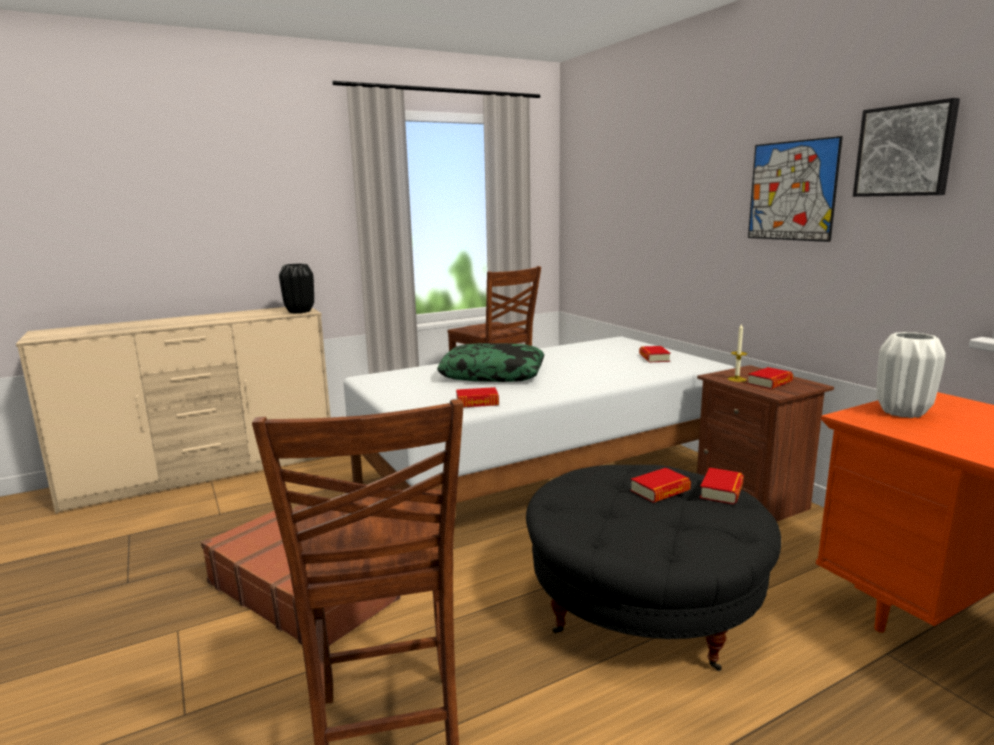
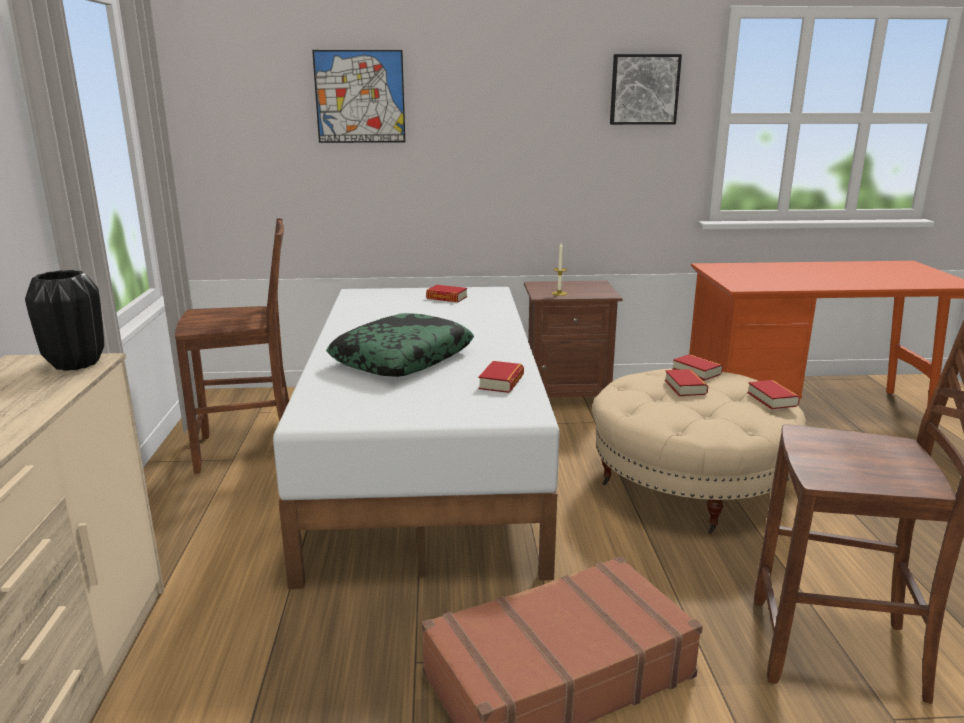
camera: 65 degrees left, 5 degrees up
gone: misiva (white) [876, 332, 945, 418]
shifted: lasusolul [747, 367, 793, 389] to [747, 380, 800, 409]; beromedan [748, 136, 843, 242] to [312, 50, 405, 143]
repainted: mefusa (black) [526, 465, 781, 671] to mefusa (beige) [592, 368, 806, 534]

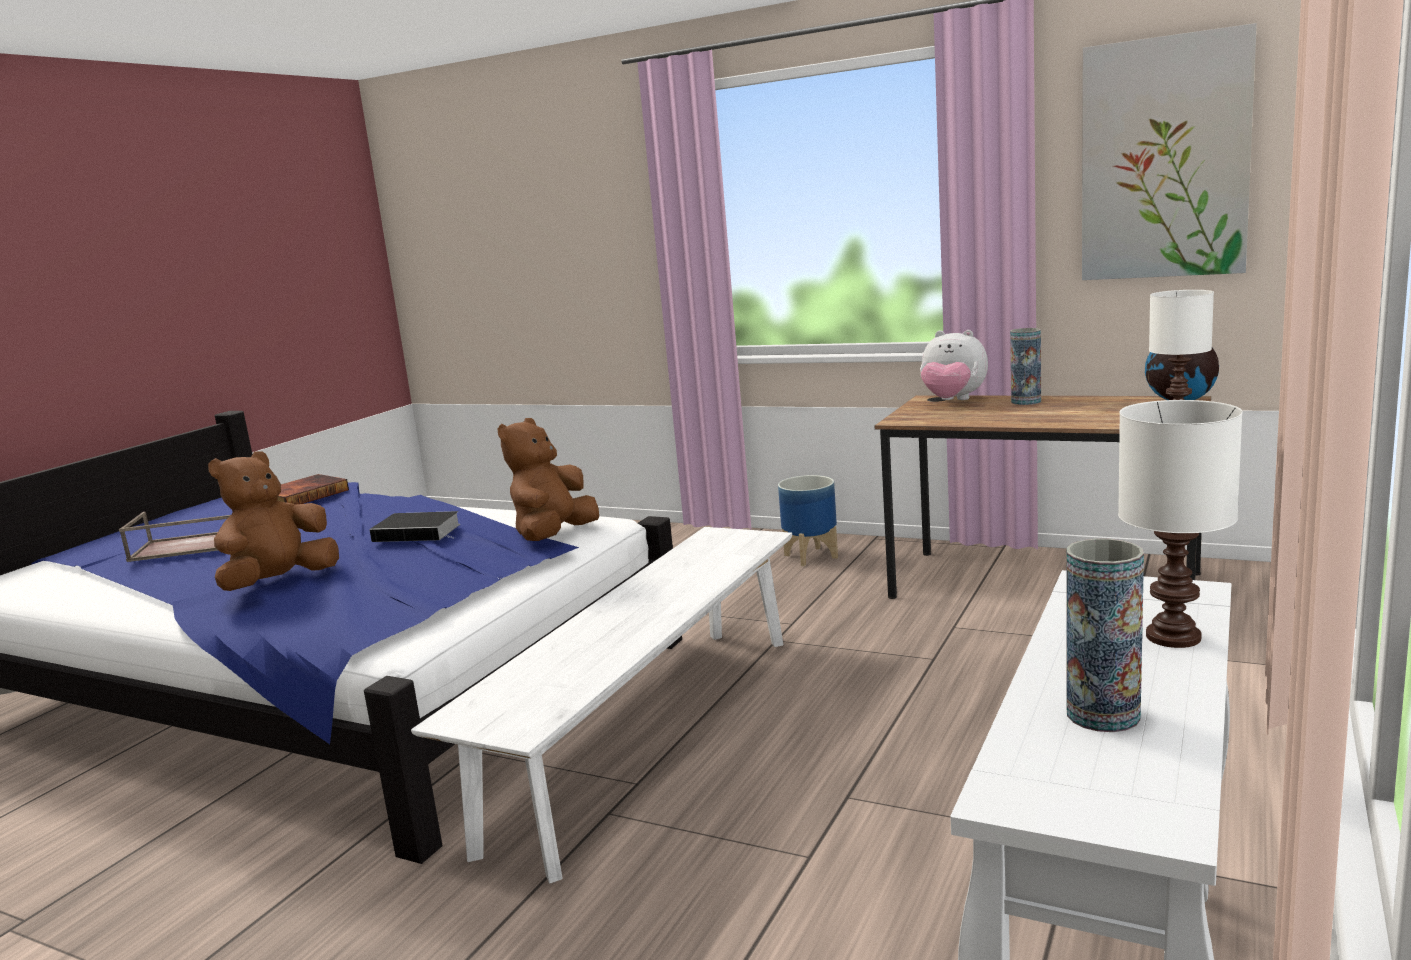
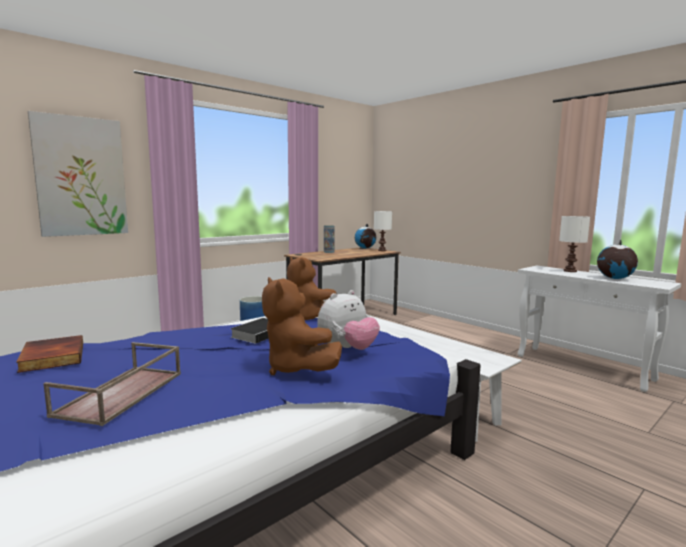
camera: 70 degrees left, 5 degrees down
shifted: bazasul [920, 330, 988, 400] to [317, 290, 380, 350]; beromedan [1082, 23, 1257, 280] to [28, 111, 128, 237]
swapped: misiva [1067, 539, 1144, 732] to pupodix [597, 240, 638, 279]

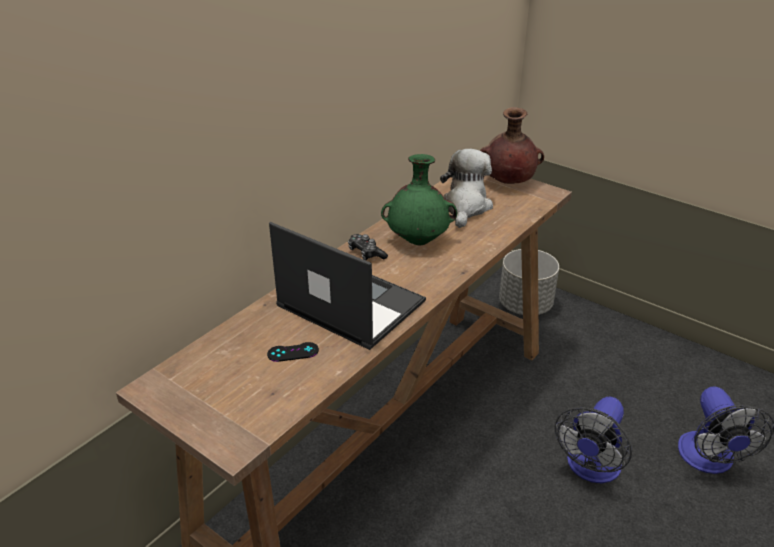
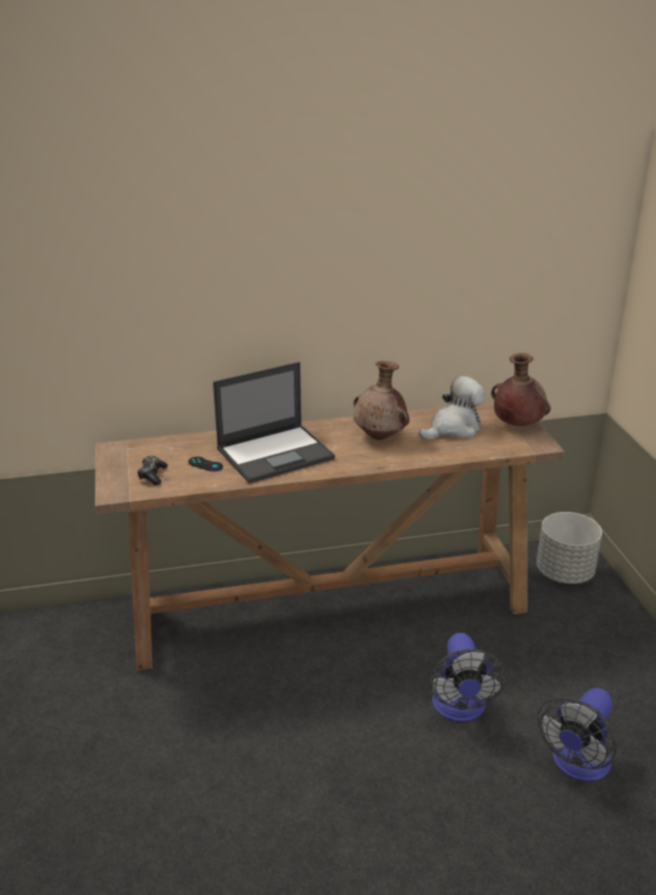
camera: 40 degrees right, 5 degrees down
shifted: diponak [348, 234, 388, 260] to [137, 456, 168, 485]
repainted: misiva (green) [381, 154, 457, 246] to misiva (brown) [353, 361, 409, 440]
rotated: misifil [269, 222, 426, 350] = [213, 362, 335, 484] 75 degrees clockwise; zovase [555, 397, 632, 483] = [429, 633, 507, 722] 75 degrees counterclockwise

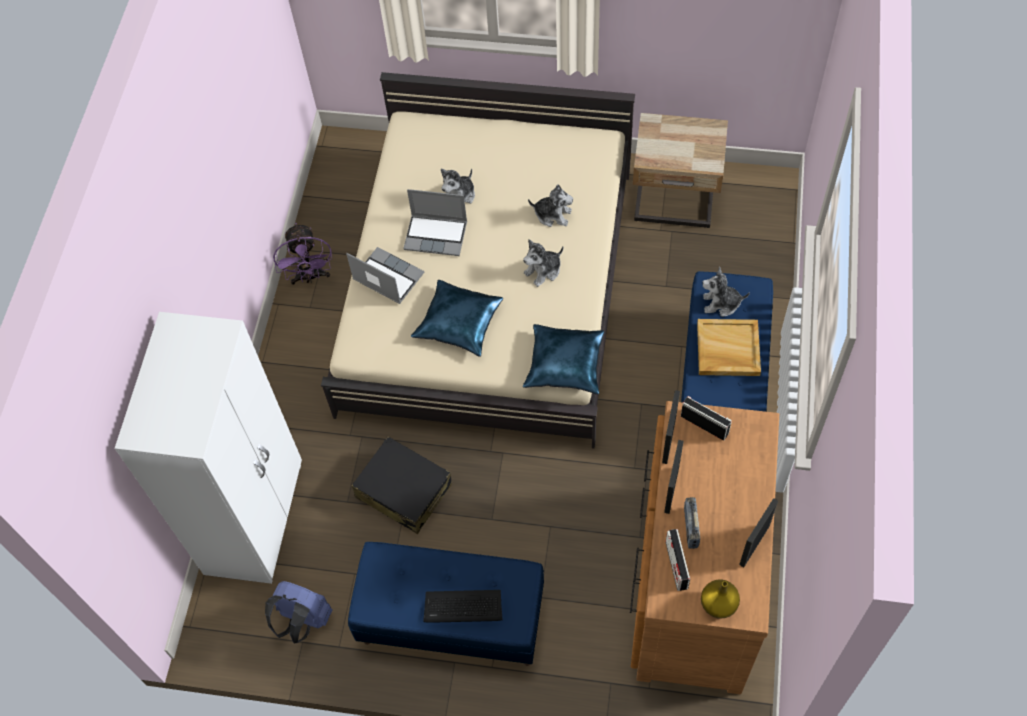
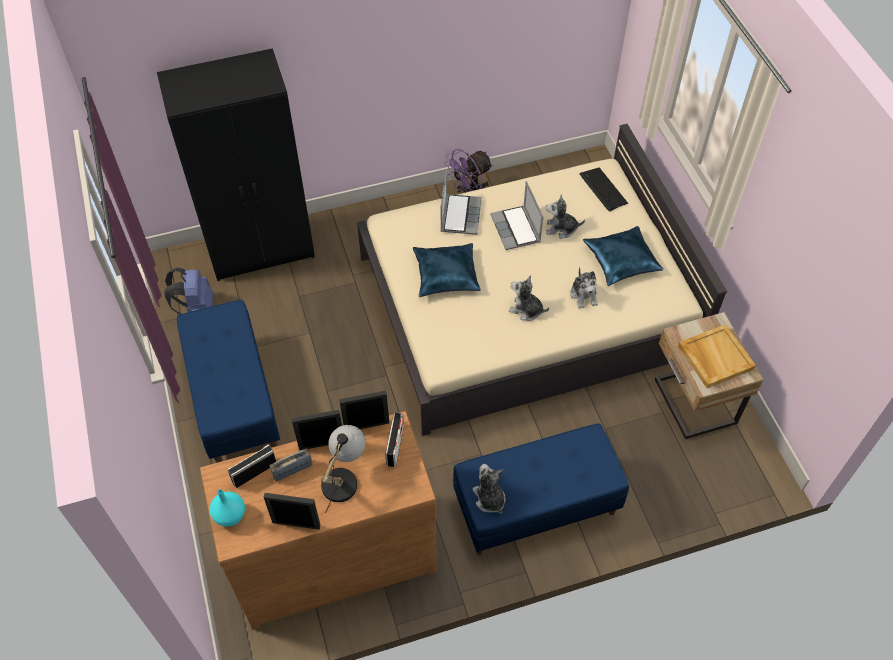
camera: 60 degrees right, 5 degrees down
gone: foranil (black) [352, 437, 452, 534]
new: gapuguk [321, 425, 366, 513]
shifted: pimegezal [423, 590, 503, 623] to [580, 168, 628, 212]; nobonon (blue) [523, 324, 604, 394] to [583, 226, 663, 286]; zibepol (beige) [697, 319, 761, 376] to [678, 324, 756, 388]; bazasul [702, 267, 750, 317] to [473, 464, 506, 514]
repainted: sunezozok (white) [115, 312, 302, 584] to sunezozok (black) [157, 48, 315, 281]; misiva (yellow) [701, 579, 740, 619] to misiva (turquoise) [210, 489, 245, 527]

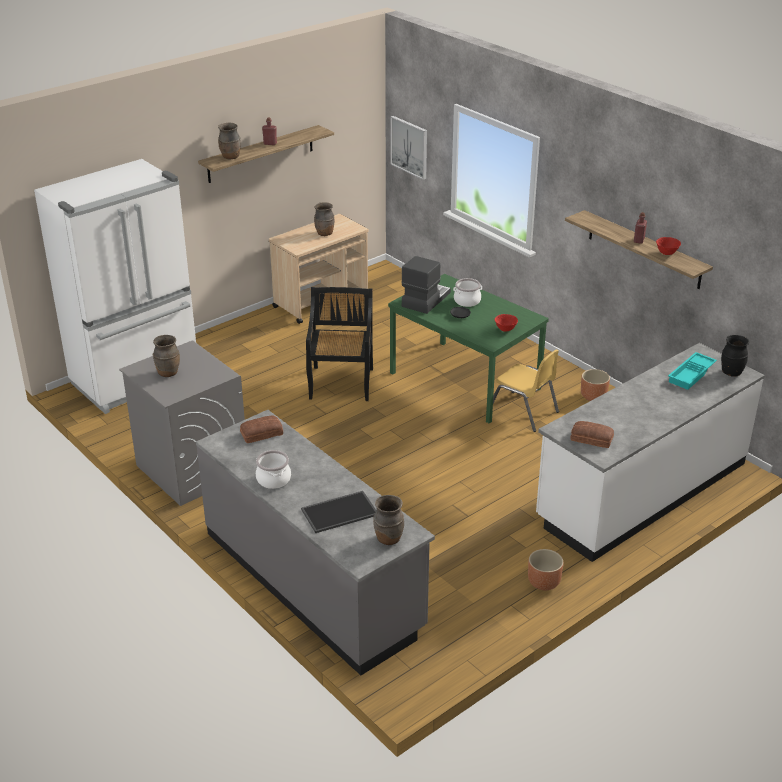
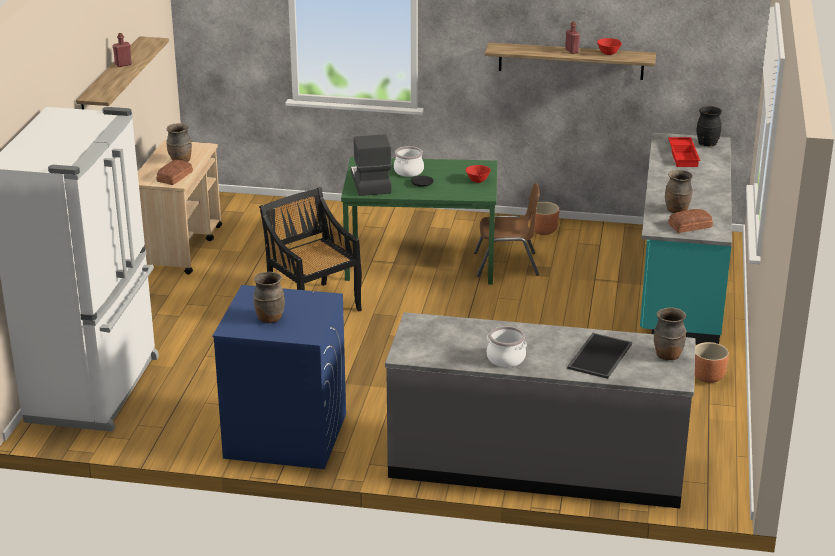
camera: 40 degrees left, 5 degrees down
gone: beromedan [390, 116, 427, 180]
shifted: misiva (brown) [218, 122, 241, 159] to [665, 170, 693, 213]; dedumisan [240, 416, 283, 443] to [157, 160, 193, 185]
repainted: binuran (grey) [119, 340, 245, 506] to binuran (blue) [212, 285, 346, 469]; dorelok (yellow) [493, 349, 559, 432] to dorelok (brown) [474, 183, 540, 277]; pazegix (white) [536, 343, 765, 562] to pazegix (turquoise) [640, 132, 732, 345]; zibepol (turquoise) [668, 352, 717, 390] to zibepol (red) [668, 137, 700, 167]

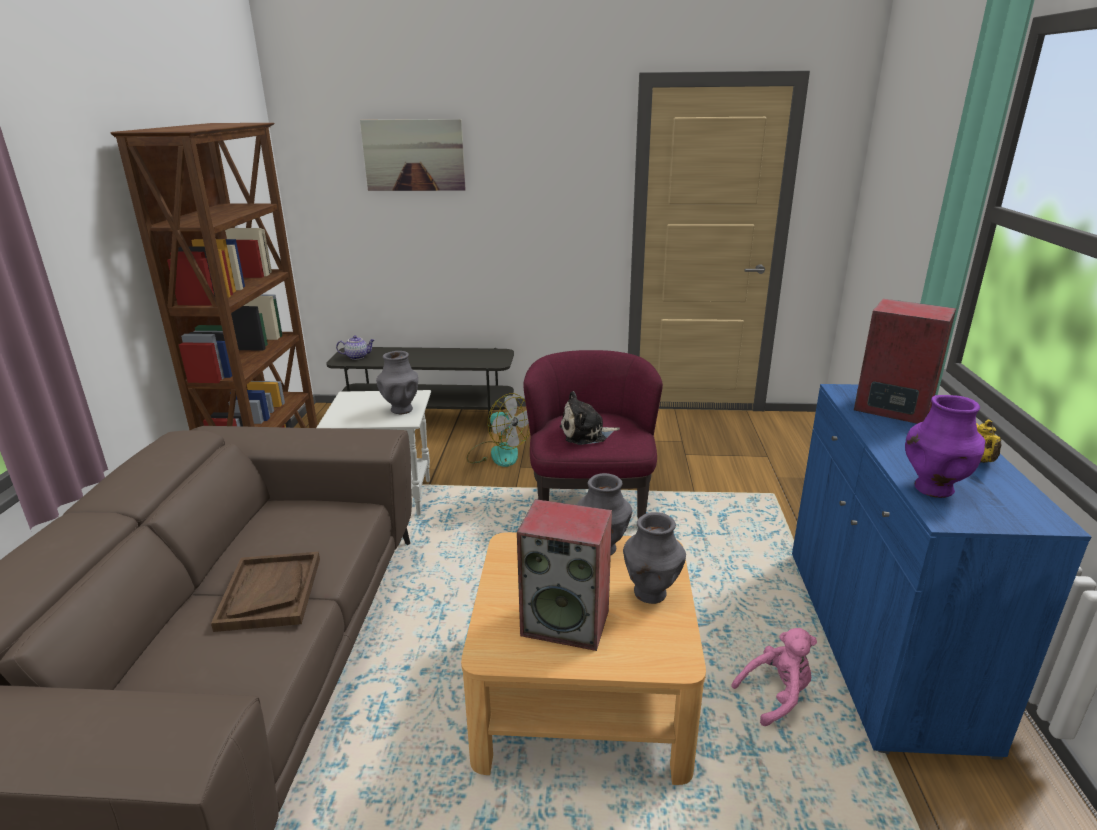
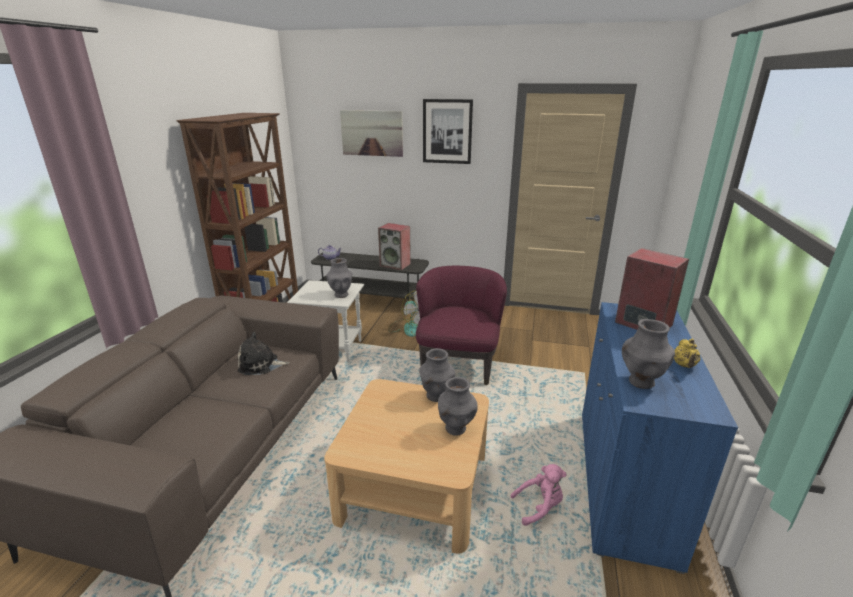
camera: 10 degrees right, 0 degrees up
gone: zibepol (brown) [211, 552, 320, 632]
new: beromedan [423, 99, 473, 164]
shifted: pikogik [517, 499, 612, 651] to [378, 223, 411, 270]; bazasul [560, 391, 620, 445] to [238, 331, 290, 375]
repainted: misiva (purple) [905, 395, 985, 498] to misiva (grey) [622, 319, 675, 389]

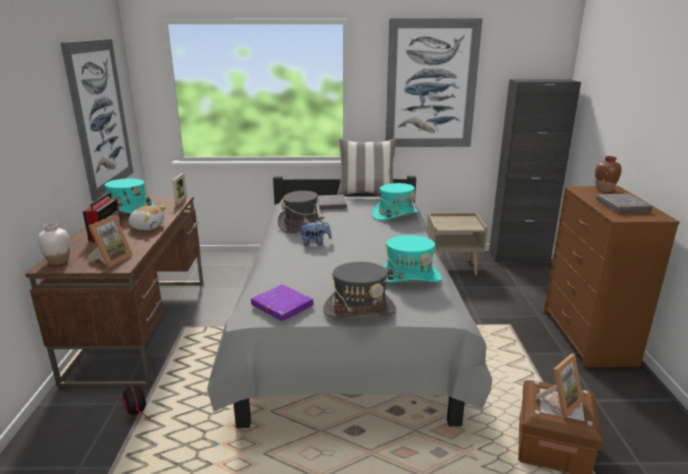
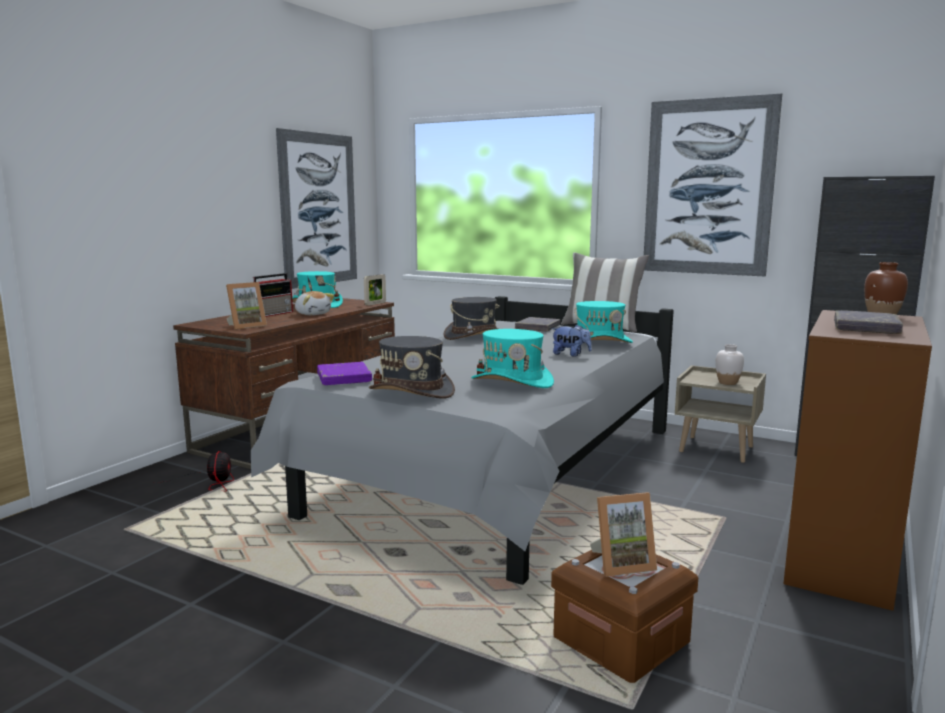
camera: 30 degrees right, 10 degrees down
shifted: misiva (white) [38, 223, 70, 265] to [715, 344, 744, 385]; bazasul [300, 219, 332, 246] to [551, 324, 592, 357]

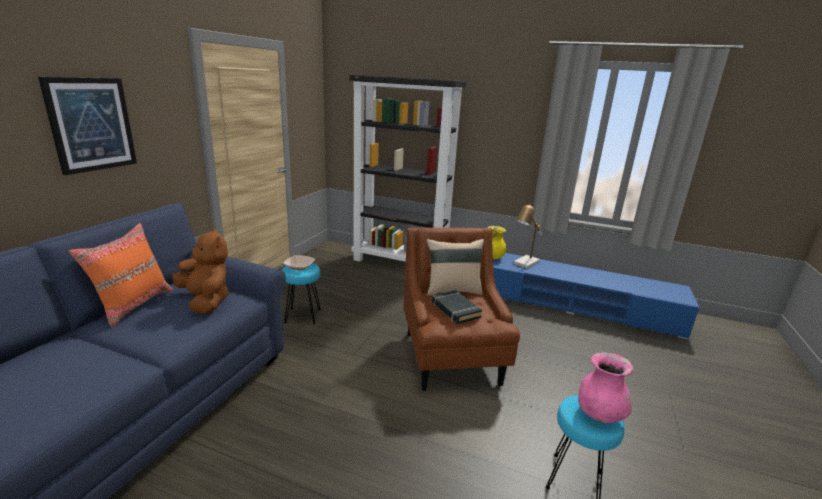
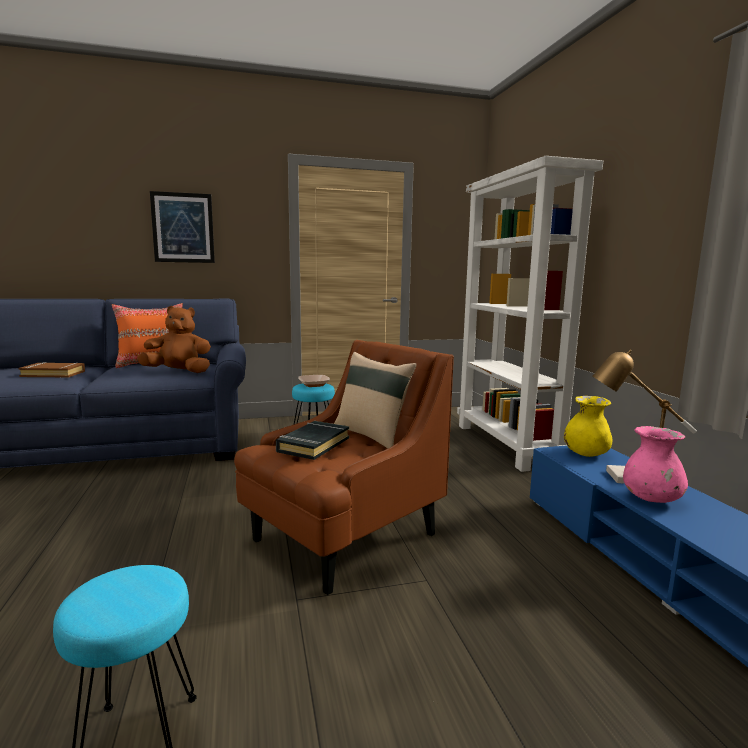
camera: 55 degrees right, 10 degrees down
new: lasusolul (brown) [18, 362, 85, 378]
shifted: misiva (pink) [578, 352, 633, 423] to [623, 426, 688, 503]
repainted: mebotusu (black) [349, 75, 466, 262] to mebotusu (white) [457, 156, 603, 472]
rotated: bazasul (brown) [172, 228, 229, 314] = [137, 306, 211, 373] 105 degrees counterclockwise

